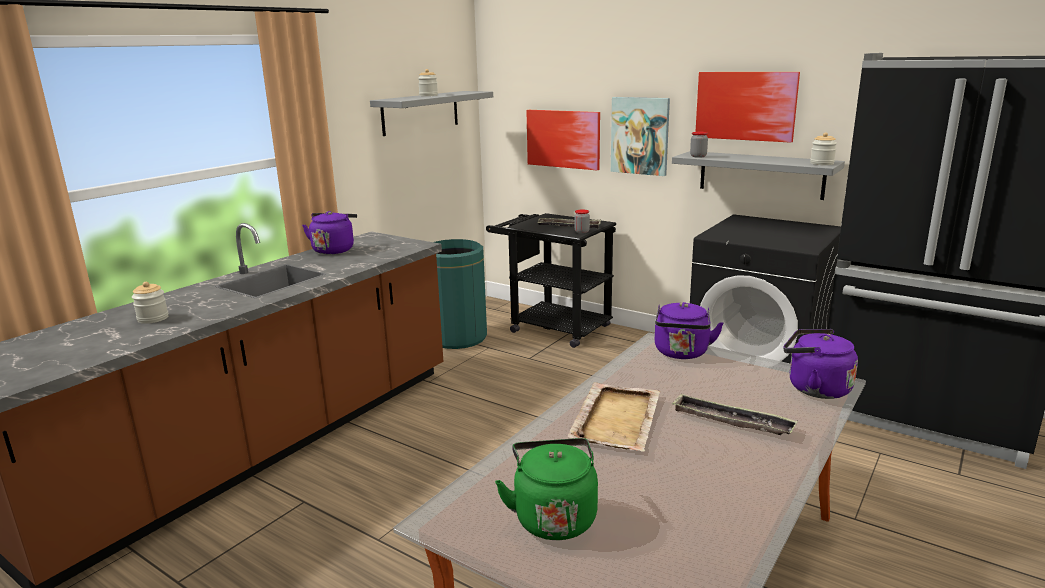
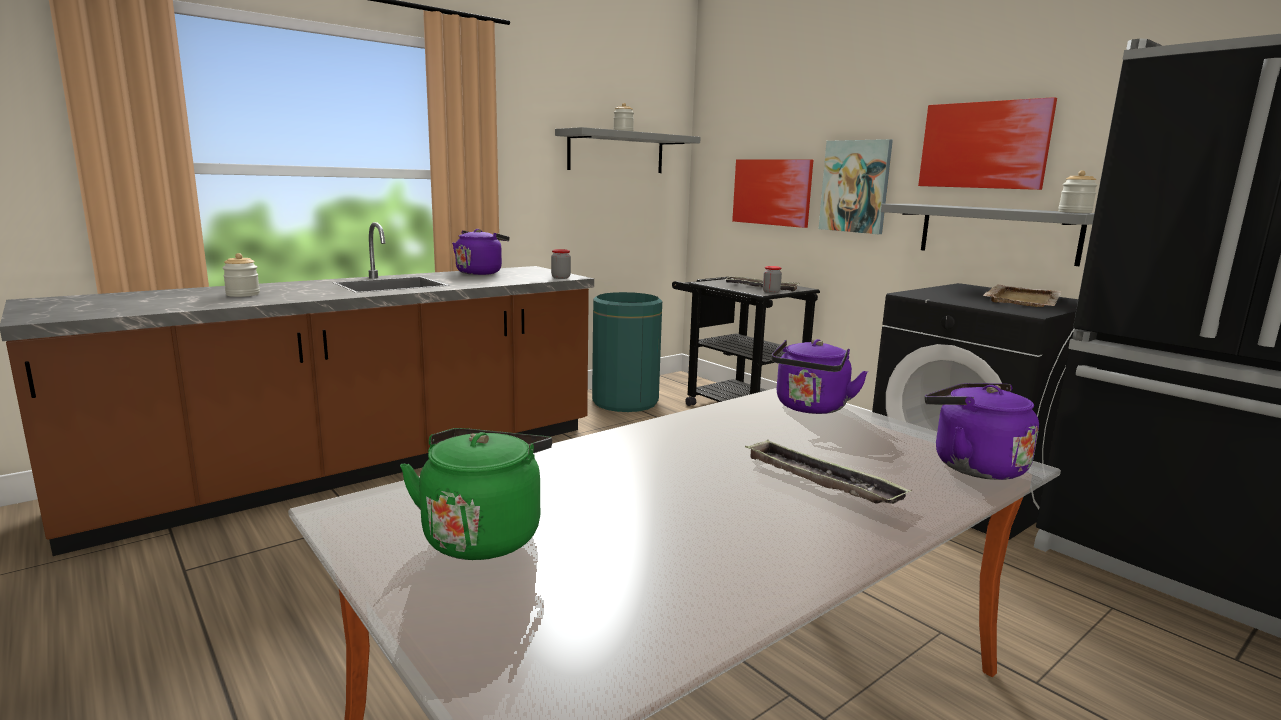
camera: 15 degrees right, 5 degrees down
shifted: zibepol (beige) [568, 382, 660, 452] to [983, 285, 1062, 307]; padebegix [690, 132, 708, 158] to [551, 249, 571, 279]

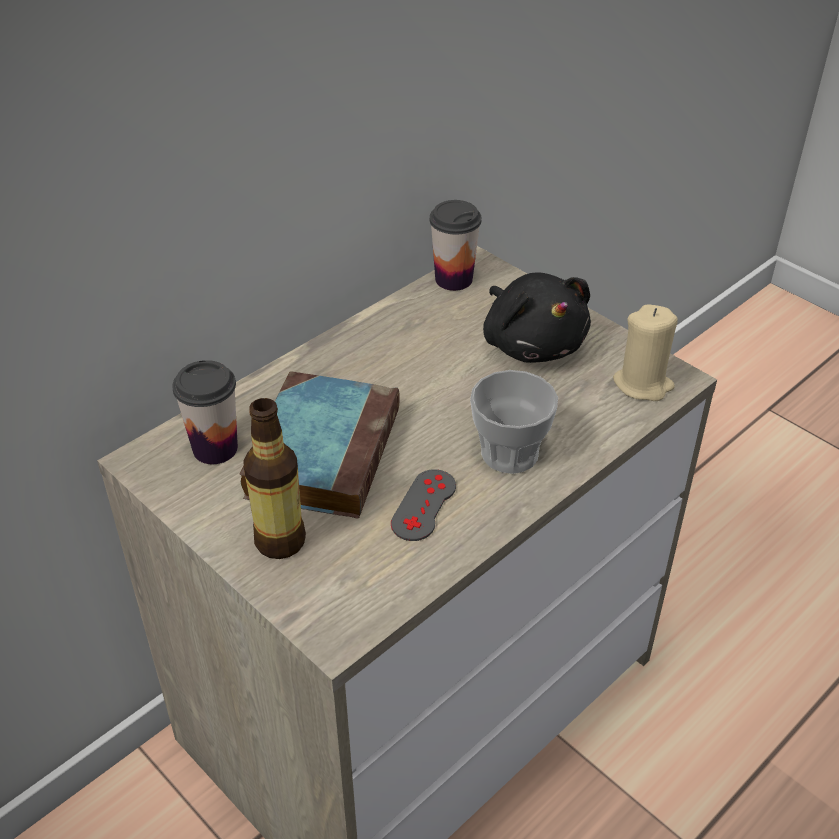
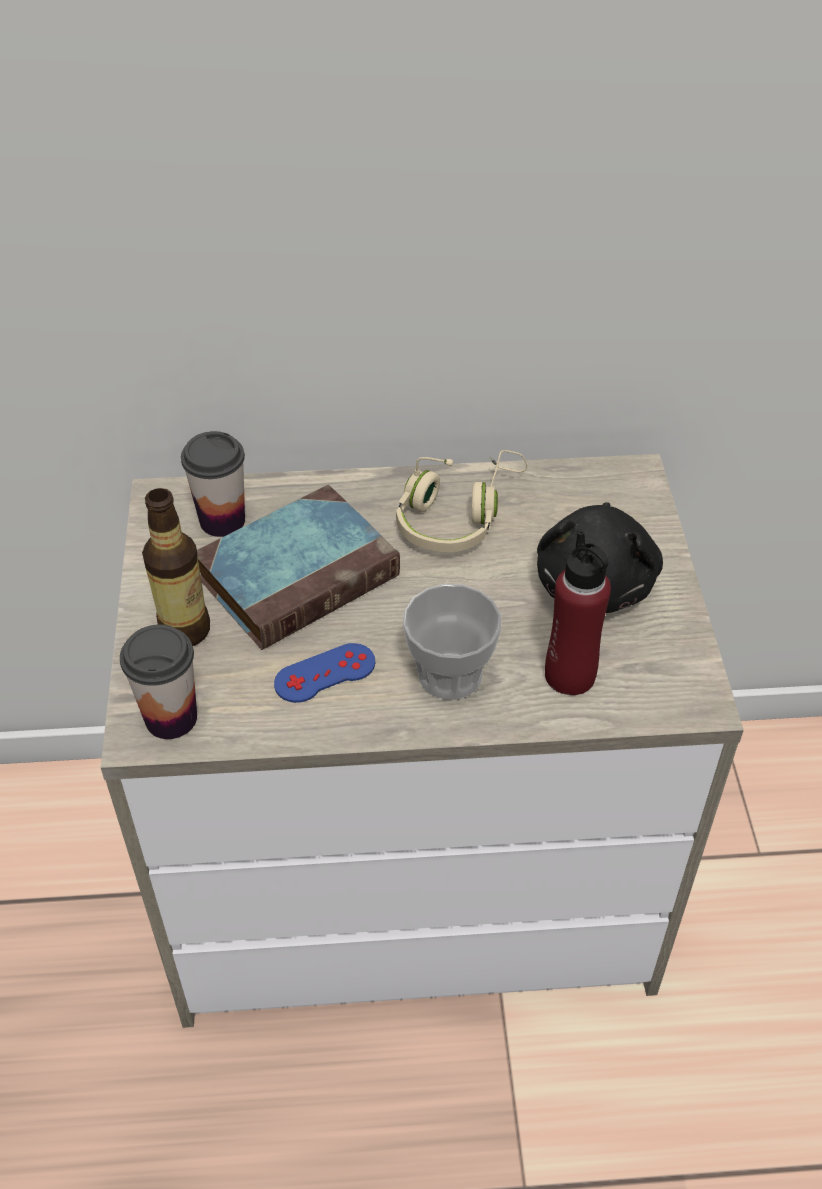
camera: 40 degrees right, 5 degrees up
gone: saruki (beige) [613, 304, 678, 401]
new: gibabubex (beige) [396, 450, 528, 552]; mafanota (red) [545, 531, 611, 695]
shifted: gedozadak [429, 200, 481, 291] to [120, 625, 197, 739]
repainted: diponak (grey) [391, 469, 456, 541] to diponak (blue) [274, 643, 375, 703]

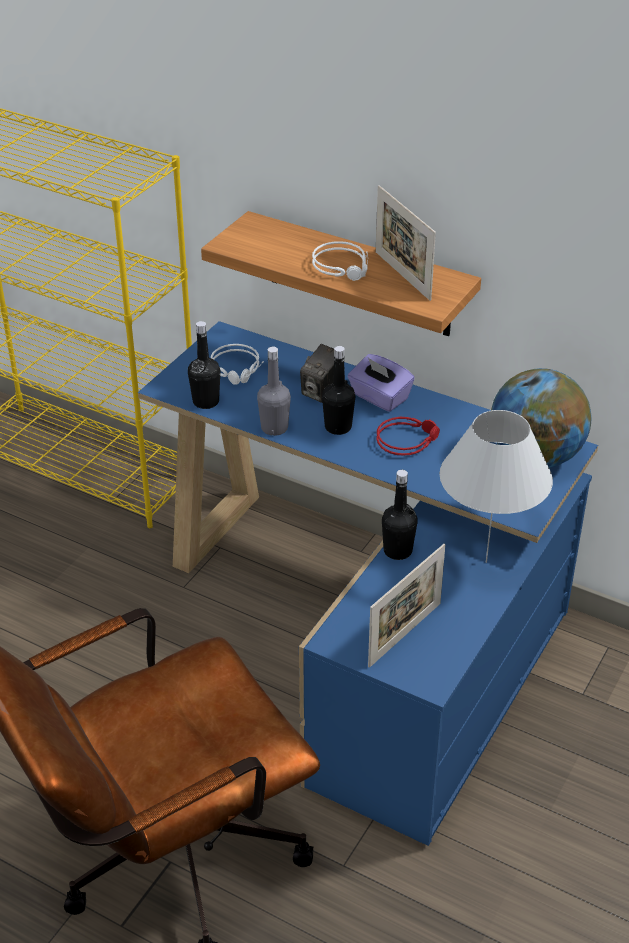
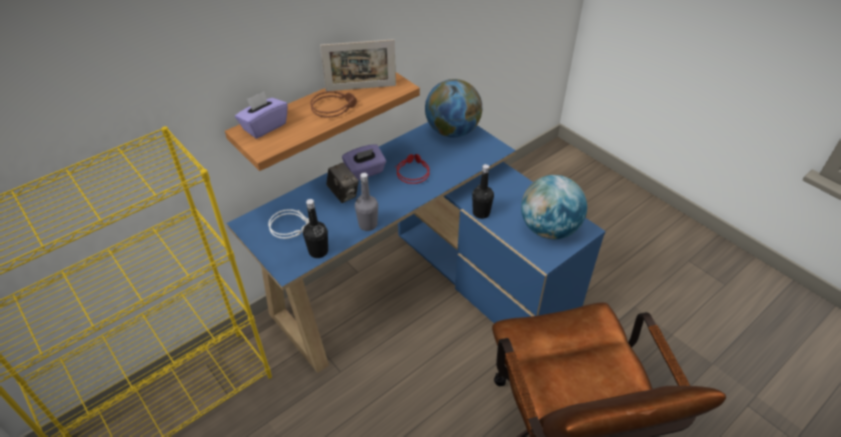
camera: 70 degrees left, 5 degrees up
gone: mafanota (black) [322, 346, 355, 435]; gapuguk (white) [439, 410, 553, 563]
new: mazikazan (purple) [235, 92, 288, 139]
swapped: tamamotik [368, 544, 445, 668] to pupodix [521, 175, 587, 239]
repainted: gibabubex (white) [312, 241, 368, 281] to gibabubex (brown) [310, 91, 357, 118]

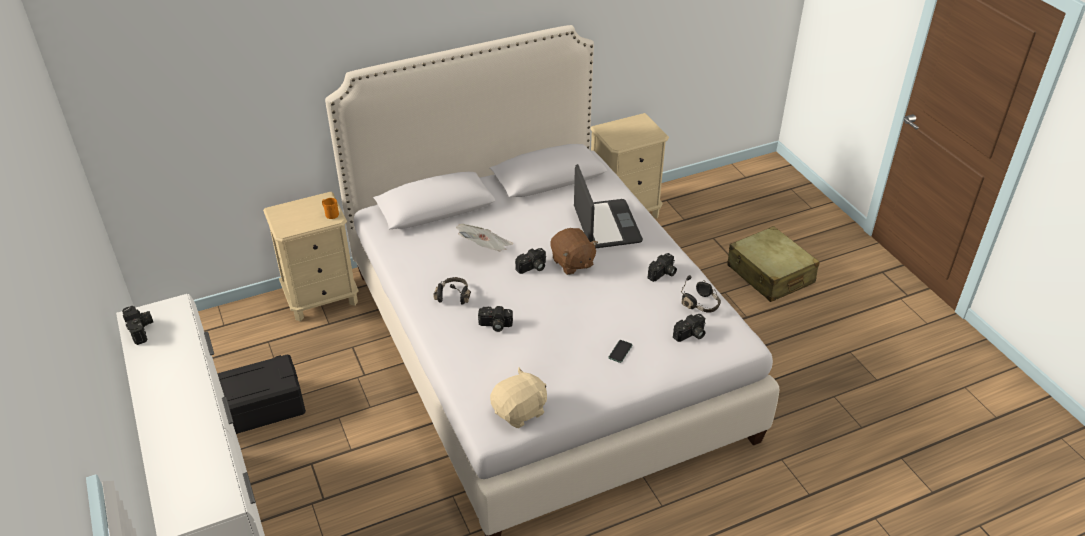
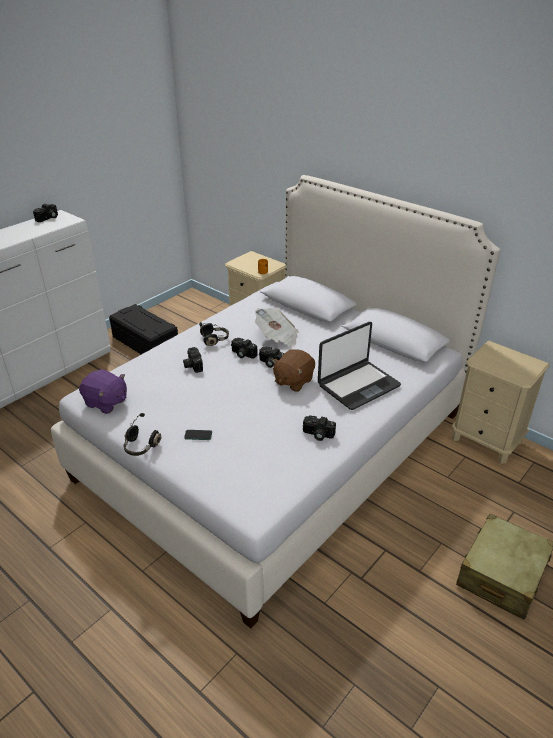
camera: 65 degrees right, 5 degrees down
shifted: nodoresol [673, 314, 706, 342] to [231, 338, 258, 358]; gibabubex (black) [681, 275, 721, 313] to [124, 413, 162, 456]
repainted: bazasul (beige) [490, 368, 547, 428] to bazasul (purple) [79, 369, 127, 414]

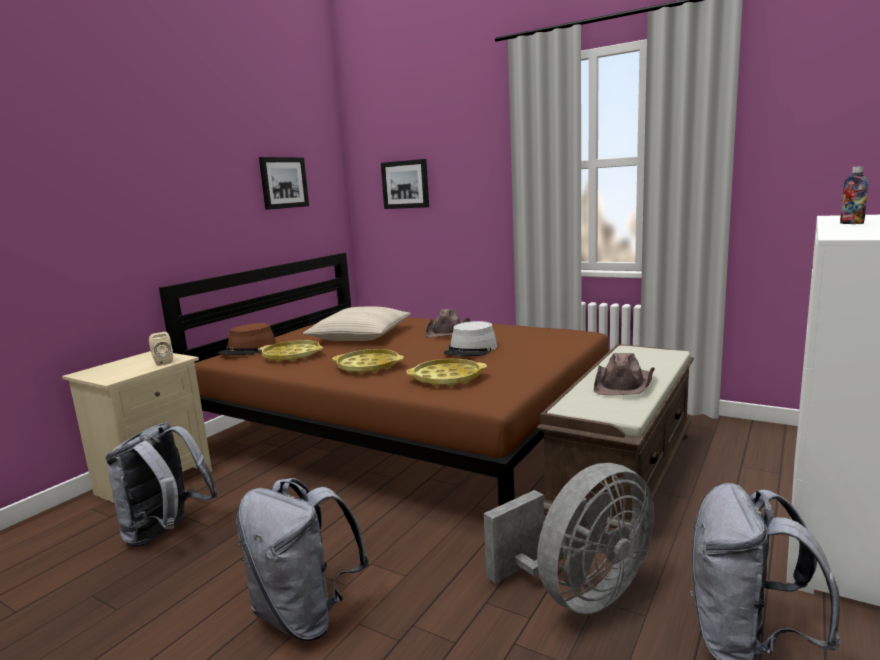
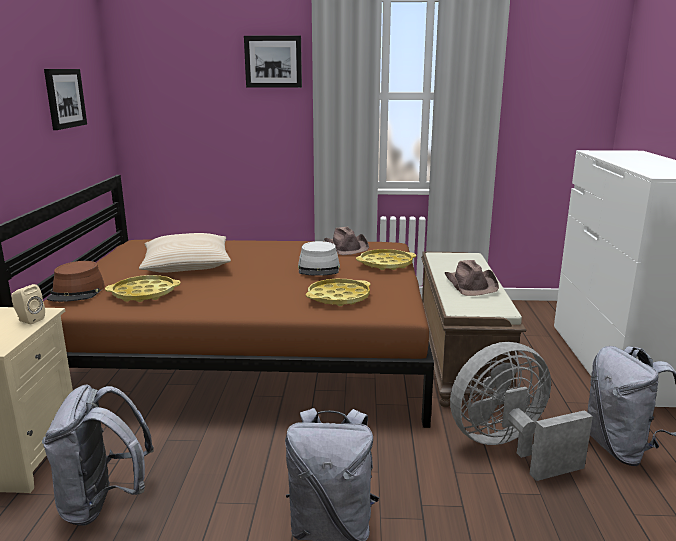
camera: 30 degrees left, 5 degrees up
gone: mafanota [840, 166, 868, 224]
shifted: zibepol (yellow) [332, 349, 404, 374] to [356, 249, 416, 270]; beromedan [381, 159, 429, 209] to [244, 36, 302, 88]; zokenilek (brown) [425, 309, 470, 337] to [324, 227, 369, 255]
rotated: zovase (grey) [484, 463, 654, 614] = [450, 342, 593, 481] 135 degrees counterclockwise

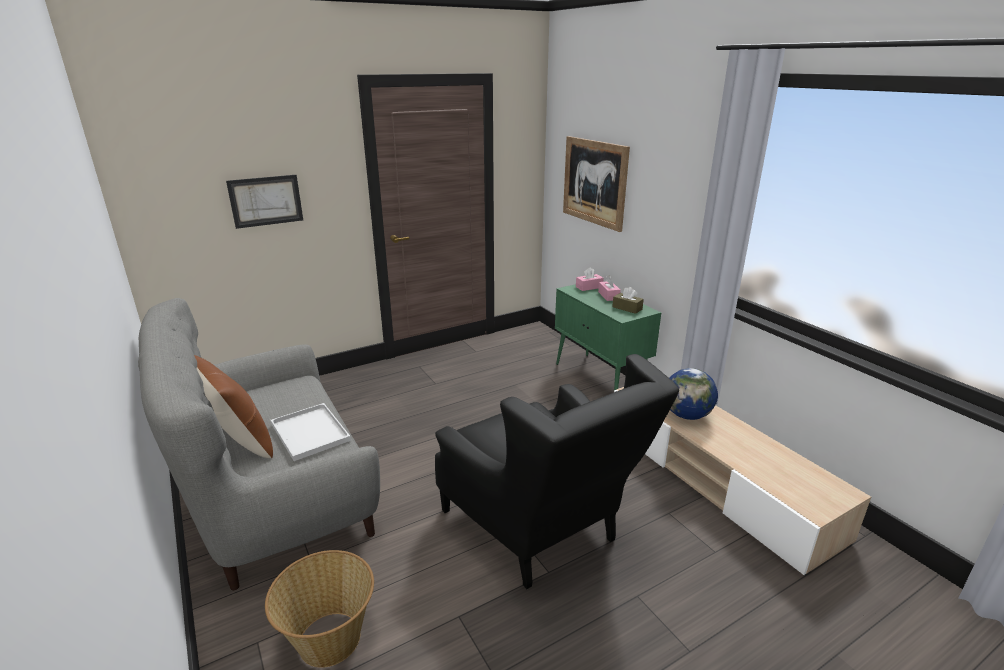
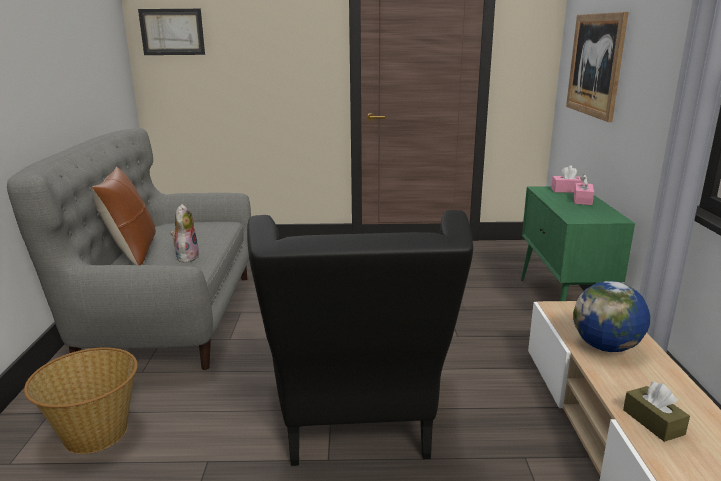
camera: 30 degrees right, 5 degrees down
shifted: beromedan [226, 175, 303, 229] to [138, 9, 205, 55]; mazikazan (brown) [612, 287, 644, 314] to [623, 382, 690, 442]
swapped: zibepol (white) [271, 403, 351, 461] to bazasul [171, 204, 200, 263]

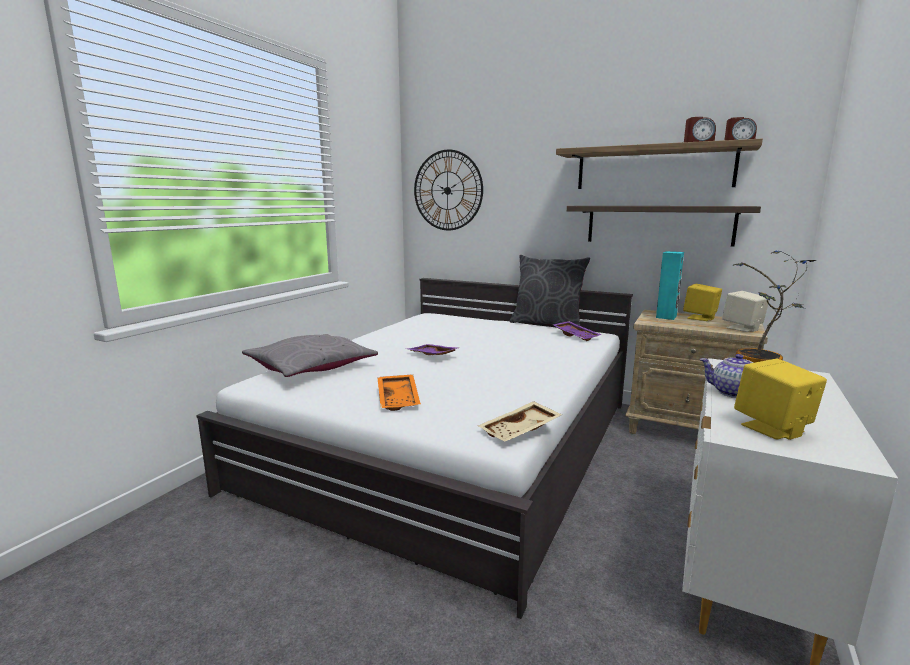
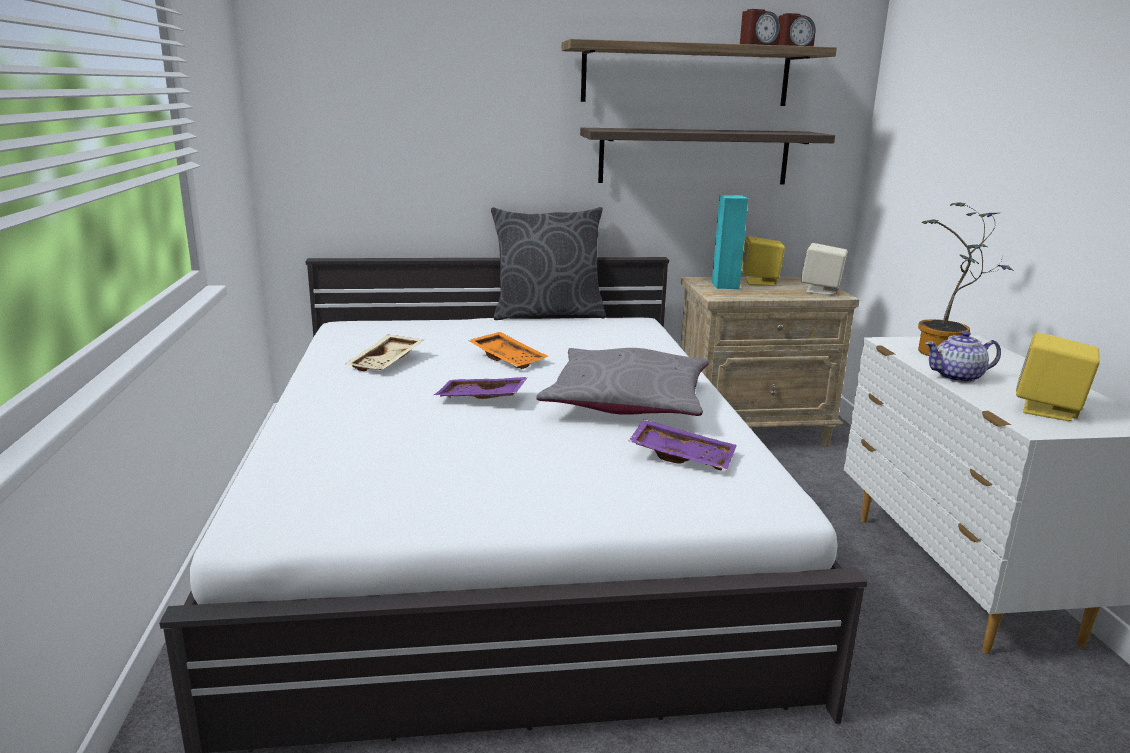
camera: 35 degrees left, 5 degrees up
gone: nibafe [414, 150, 483, 231]
shifted: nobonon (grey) [242, 334, 378, 377] to [536, 348, 709, 416]; zibepol (orange) [377, 374, 421, 411] to [468, 332, 548, 369]; zibepol (beige) [478, 401, 562, 442] to [346, 335, 424, 371]; zibepol (purple) [553, 321, 602, 341] to [629, 419, 737, 470]

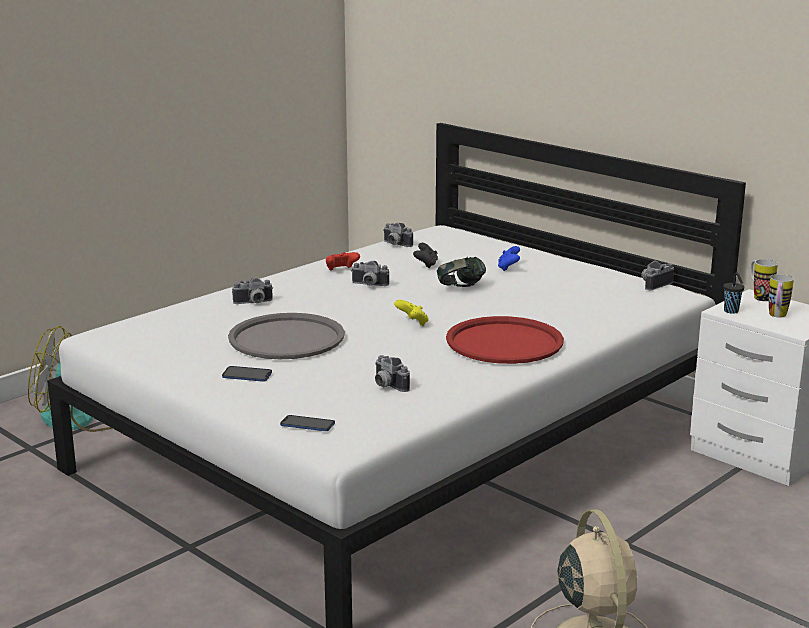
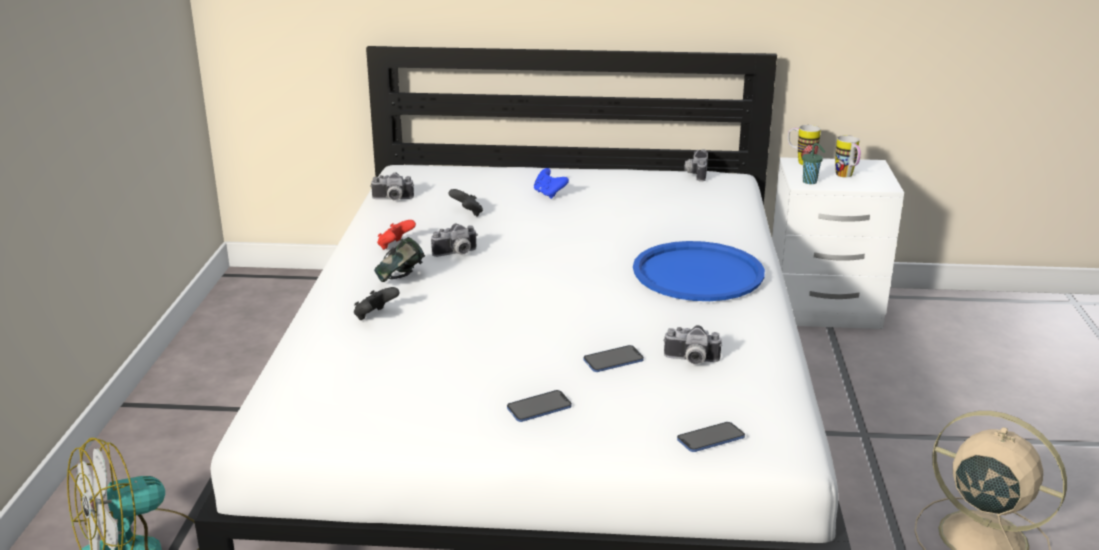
camera: 40 degrees left, 5 degrees up
gone: zibepol (grey) [228, 313, 345, 359]; diponak (yellow) [394, 300, 429, 326]
new: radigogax [583, 345, 644, 372]
shifted: gibabubex [437, 257, 486, 287] to [374, 237, 425, 282]
swapped: nodoresol [232, 277, 273, 304] to diponak (black) [354, 287, 399, 320]
repainted: zibepol (red) [446, 316, 564, 364] to zibepol (blue) [633, 241, 765, 301]; gedozadak (black) [723, 272, 744, 314] to gedozadak (green) [802, 143, 825, 184]

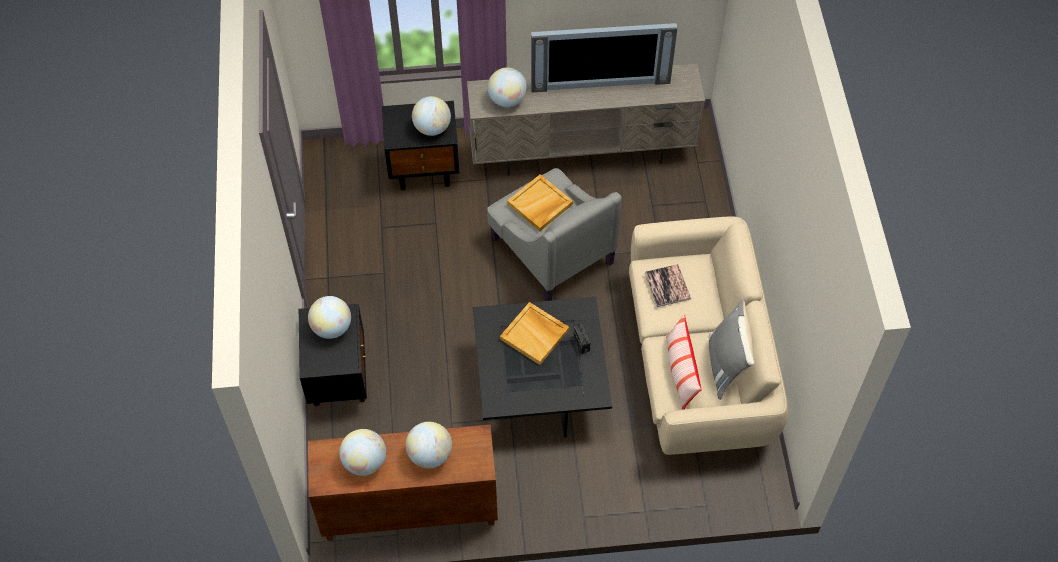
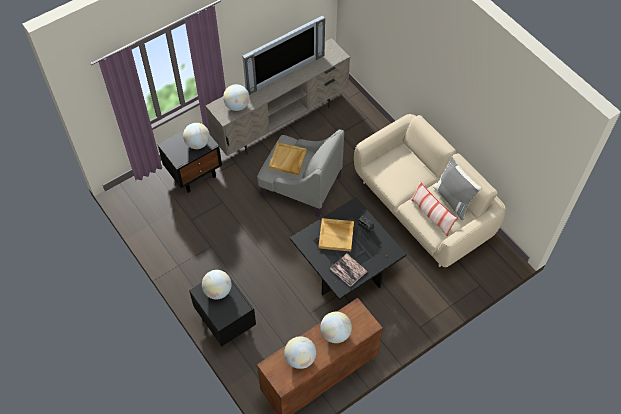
camera: 30 degrees left, 0 degrees up
shifted: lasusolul [645, 264, 691, 307] to [330, 253, 367, 287]

